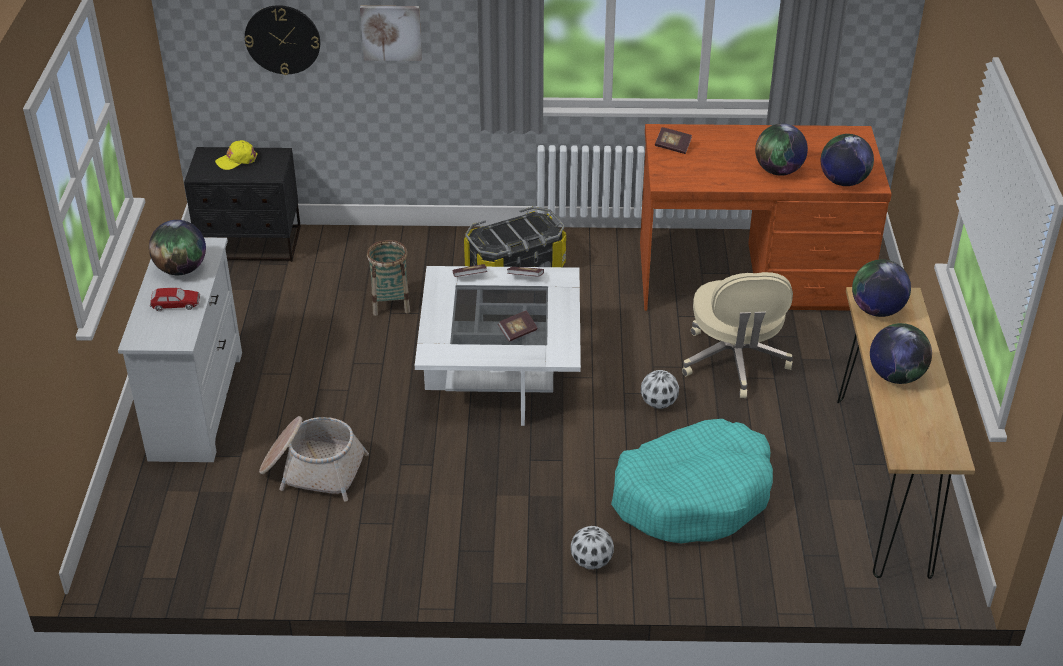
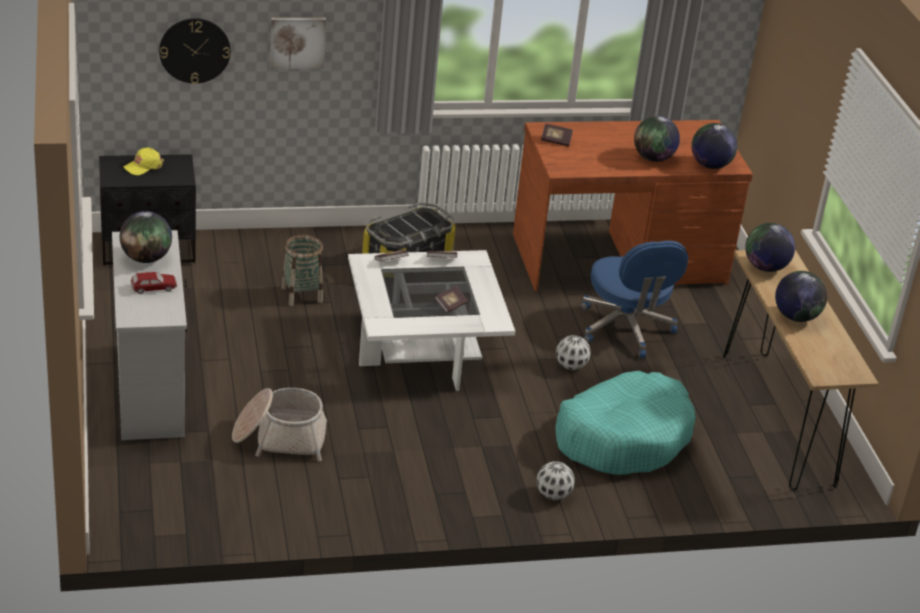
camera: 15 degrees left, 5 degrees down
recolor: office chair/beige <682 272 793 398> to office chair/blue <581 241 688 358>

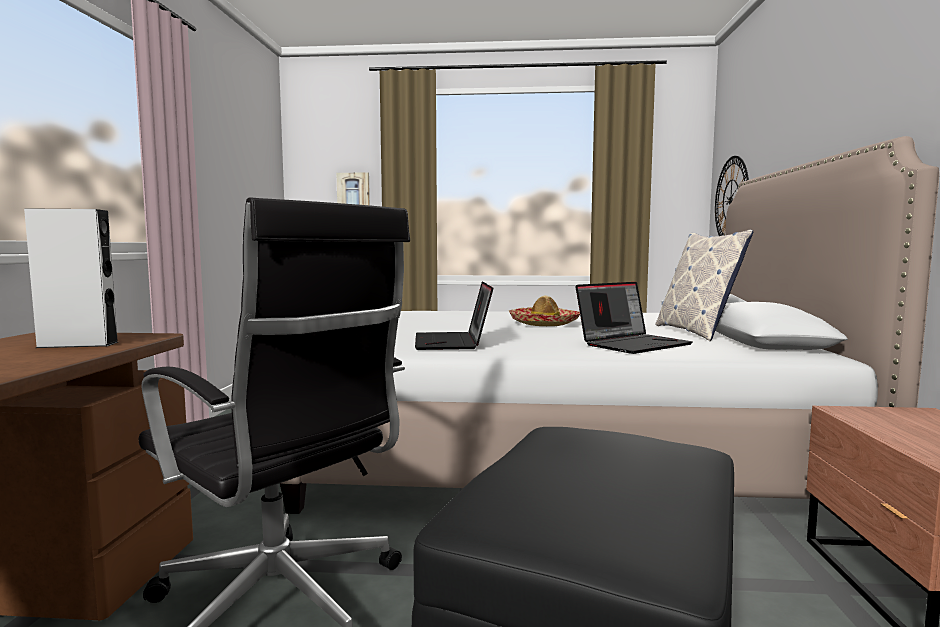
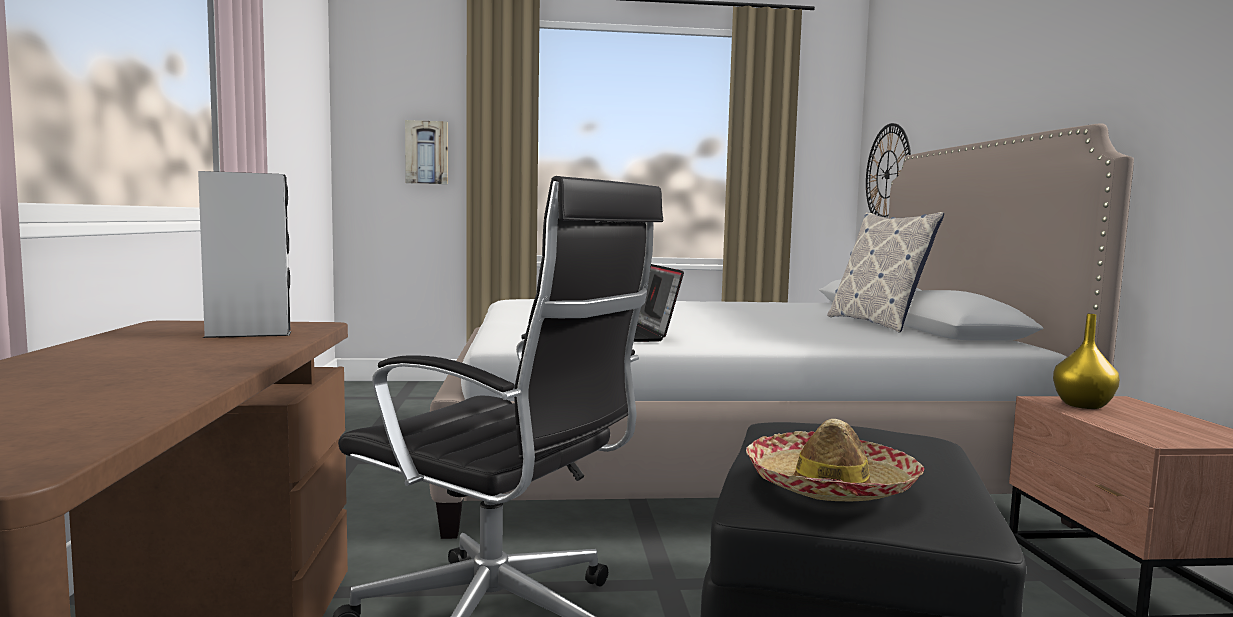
camera: 10 degrees left, 0 degrees up
delete: laptop <576 282 693 354>
insert: vase/yellow <1053 314 1120 409>
move: hat <509 295 580 326> to <746 419 924 501>

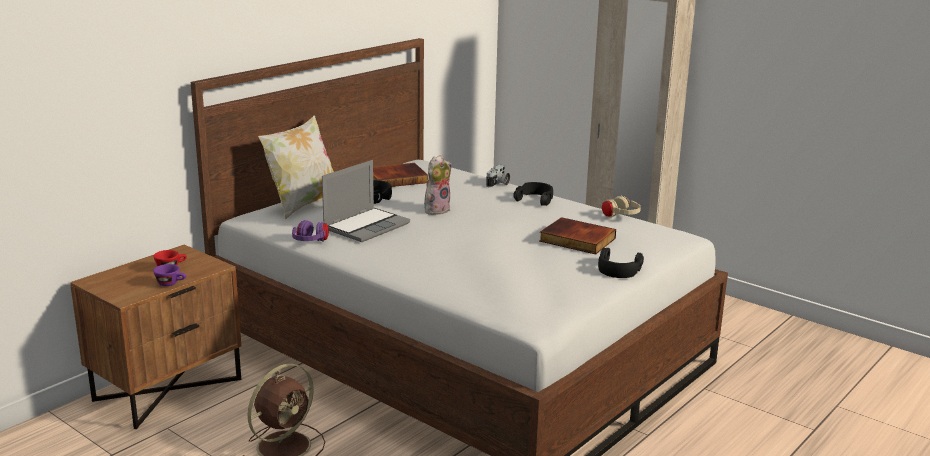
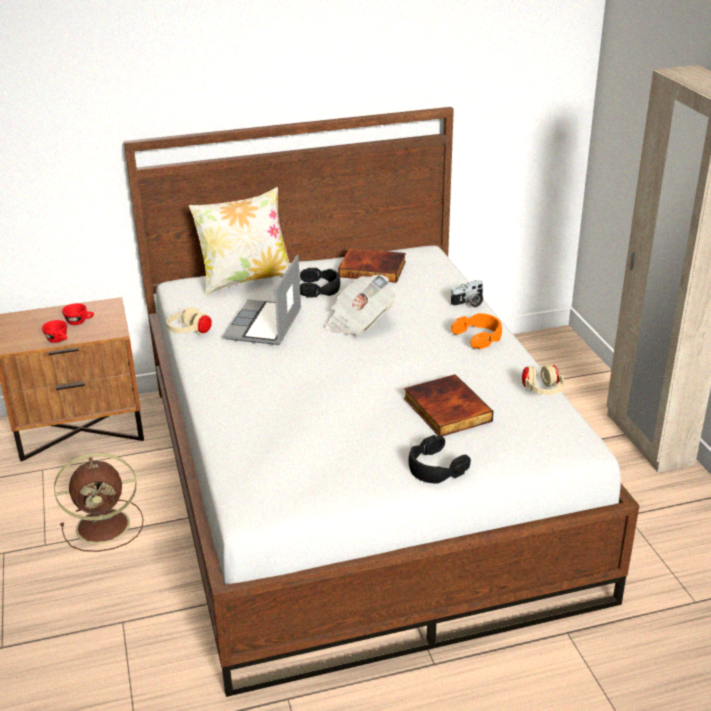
camera: 35 degrees right, 10 degrees up
replace: plush toy <424 155 451 215> to newspaper <325 275 395 336>
recolor: cup/purple <153 264 186 286> to cup/red <42 320 67 343>; headphones/purple <292 220 329 242> to headphones/beige <167 307 212 335>; headphones/black <513 182 553 206> to headphones/orange <451 313 502 349>
rotate: laptop <322 160 410 242> = <223 255 301 345> 120 degrees clockwise

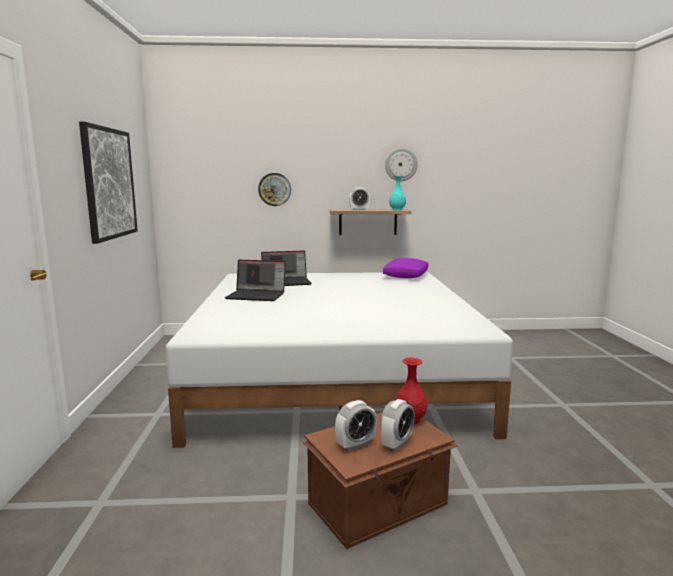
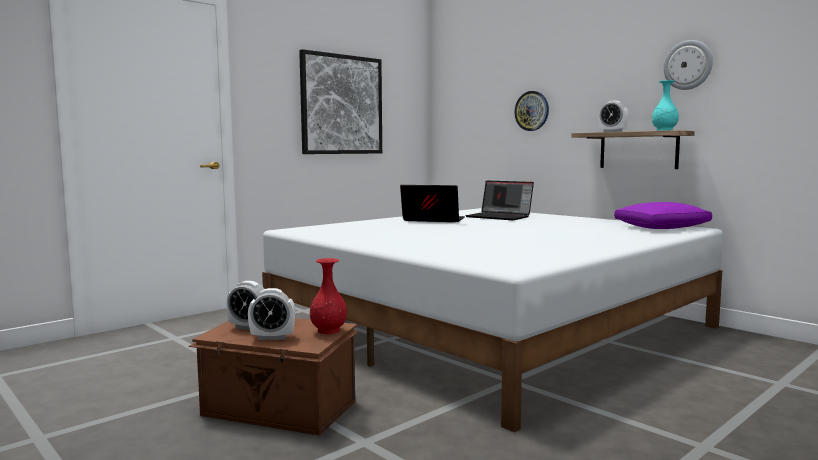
camera: 50 degrees right, 5 degrees down
rotate: laptop <225 260 286 301> = <400 185 465 222> 135 degrees clockwise

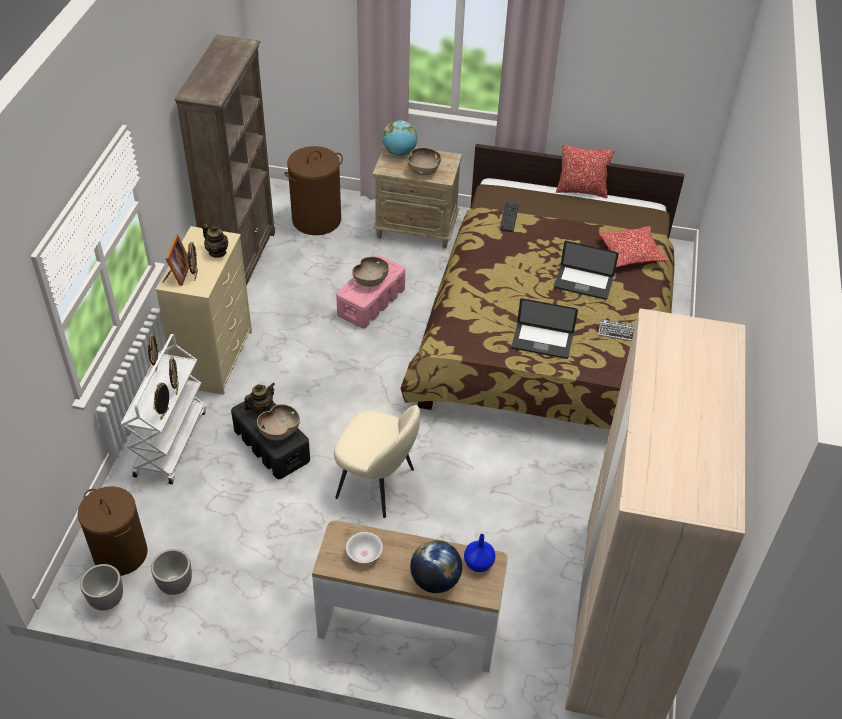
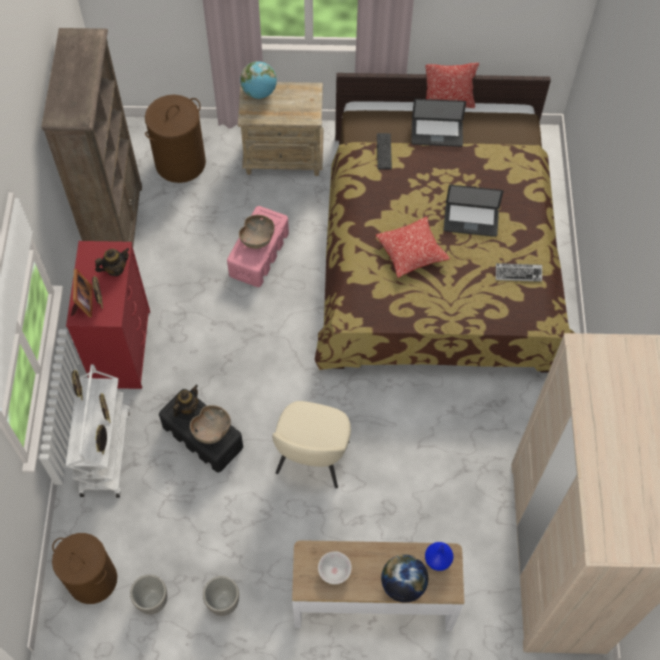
camera: 10 degrees left, 15 degrees up
delete: bowl/brown <407 147 442 175>
move: planter <80 564 123 611> to <203 576 239 616>; laptop <511 298 578 359> to <411 99 466 147>; pillow <599 226 668 267> to <376 216 450 278>
recolor: dresser/beige <155 226 252 395> to dresser/red <66 241 150 389>
rotate: teapot <202 224 228 258> = <95 248 130 276> 60 degrees counterclockwise; chair/beige <334 405 420 518> = <272 401 351 488> 90 degrees clockwise

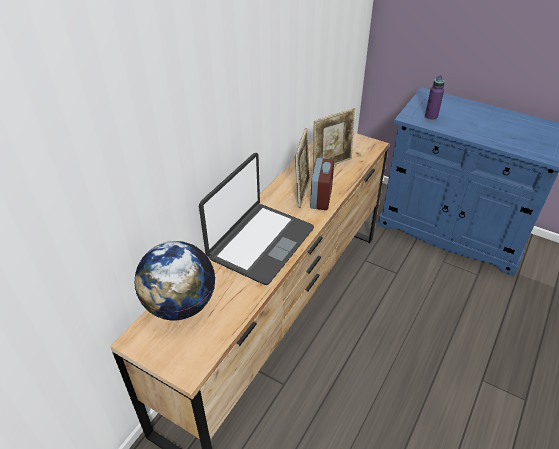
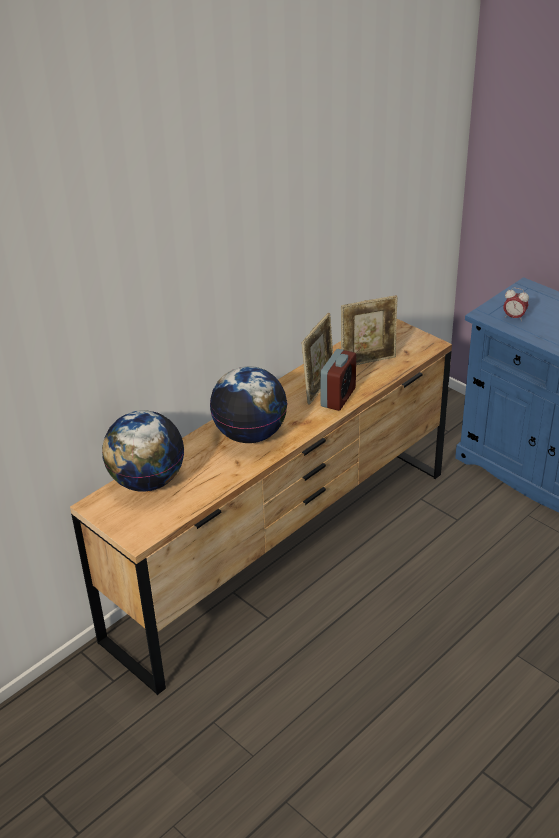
camera: 15 degrees right, 5 degrees down
replace: laptop <199 153 314 285> to globe <210 366 287 443>; bottle/purple <425 75 445 121> to alarm clock <503 288 529 321>

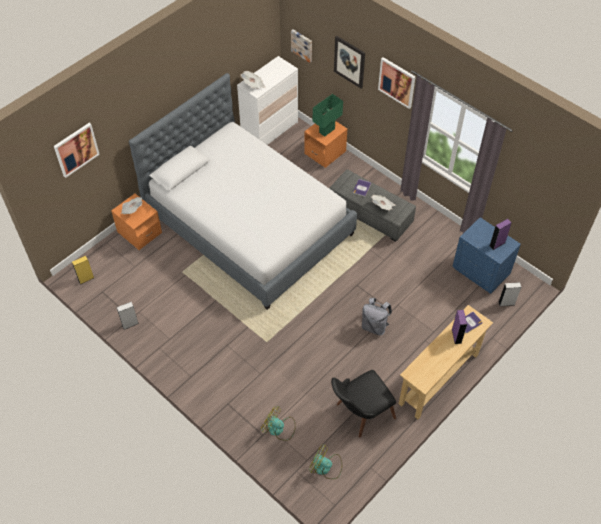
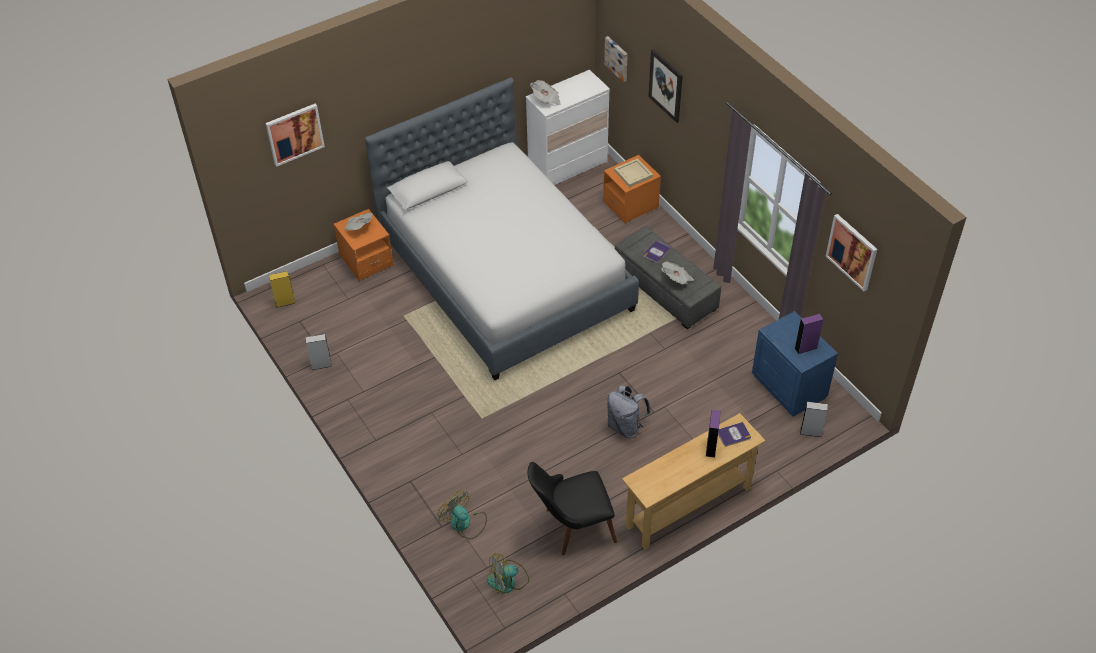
camera: 15 degrees right, 5 degrees down
move: picture <378 57 416 109> to <826 214 877 291>
replace: table lamp/green <313 94 343 137> to tray/beige <614 158 653 187>
rotate: fan <308 445 342 479> = <487 553 529 594> 60 degrees counterclockwise

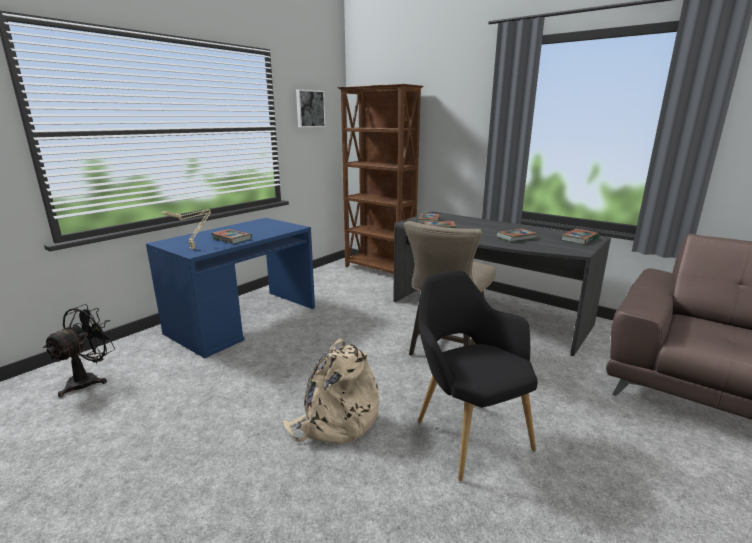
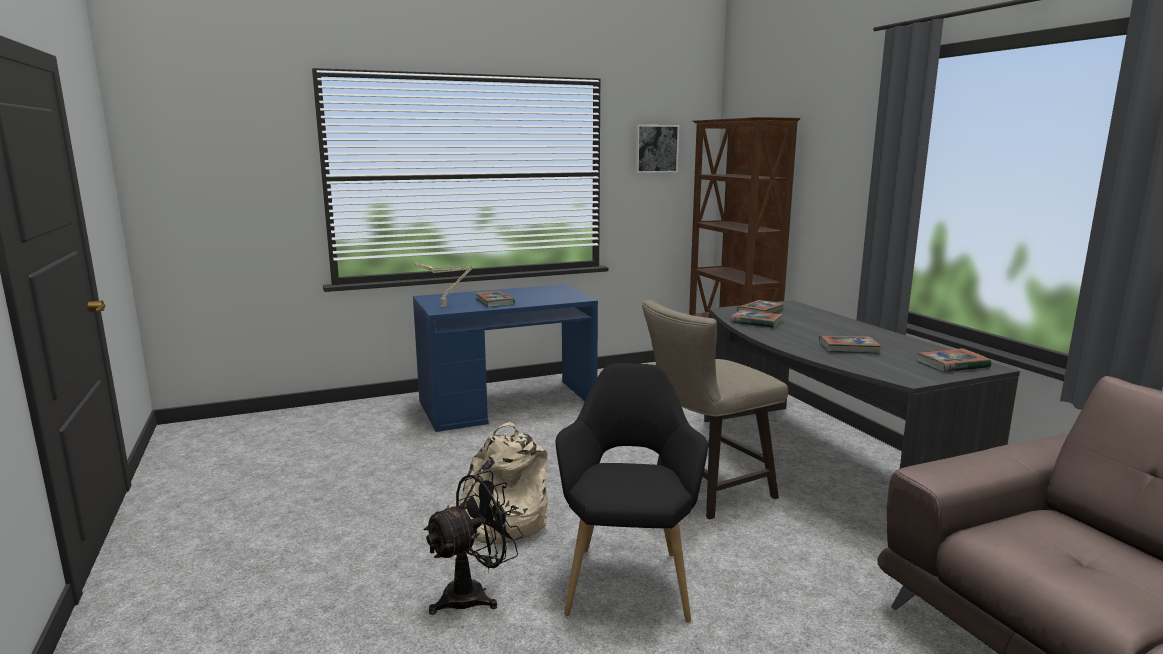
camera: 30 degrees right, 5 degrees down
move: fan/black <43 304 116 397> to <423 470 523 615>

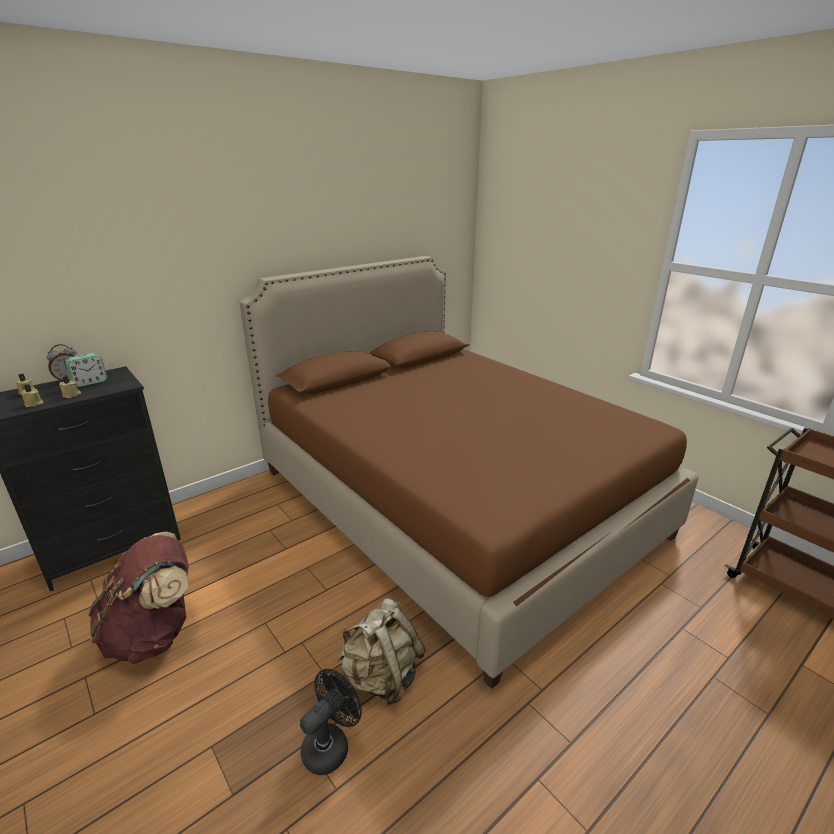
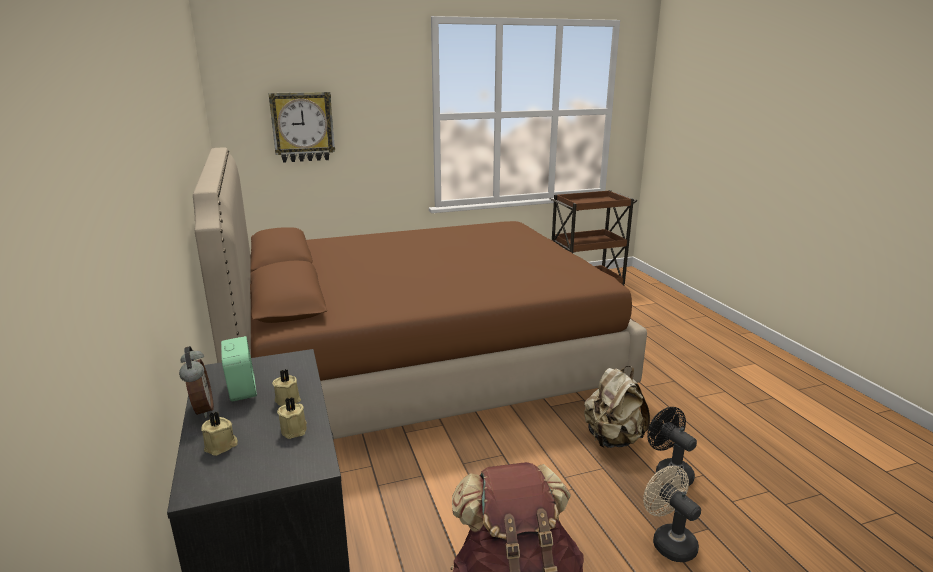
camera: 70 degrees left, 5 degrees down
insert: wall clock <268 92 335 163>; fan/beige <643 466 701 562>

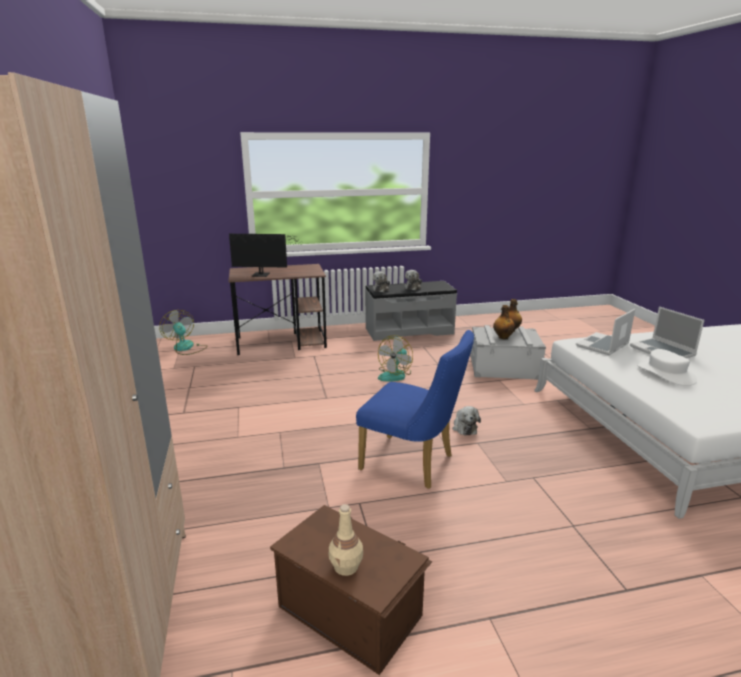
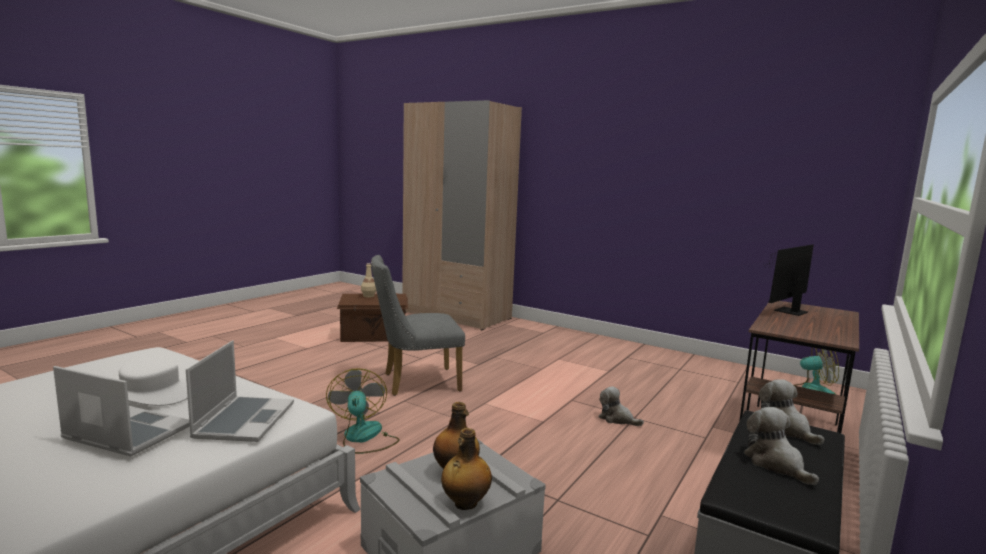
camera: 135 degrees right, 10 degrees down
move: fan <378 335 413 381> to <326 368 399 454>; plush toy <453 406 481 436> to <599 386 644 426>
recolor: chair/blue <356 330 474 489> to chair/grey <371 255 465 396>

